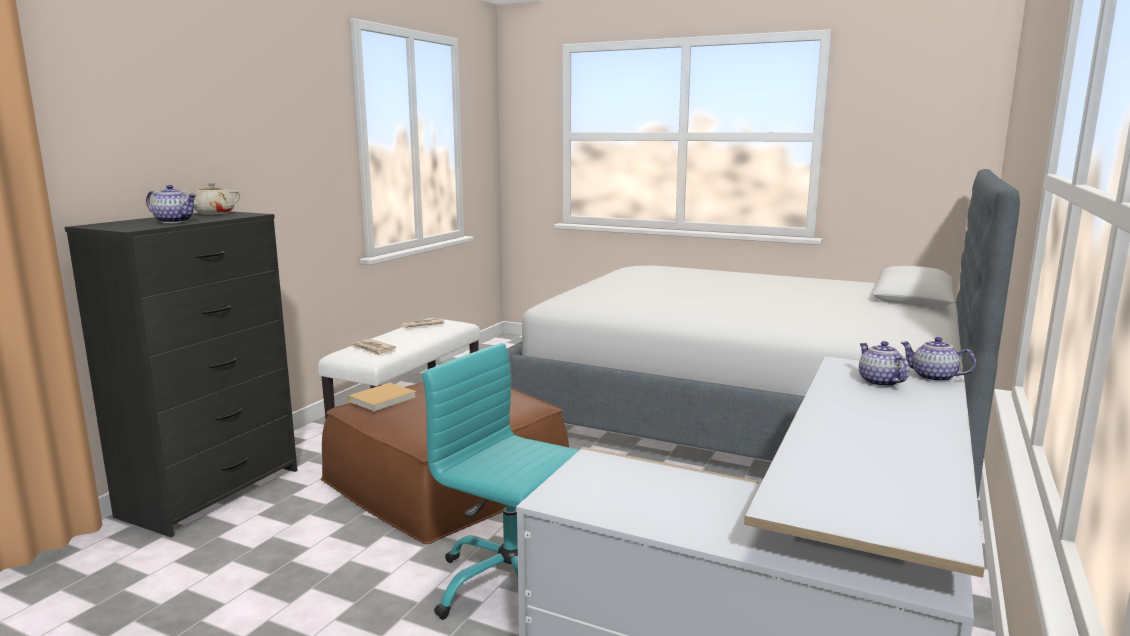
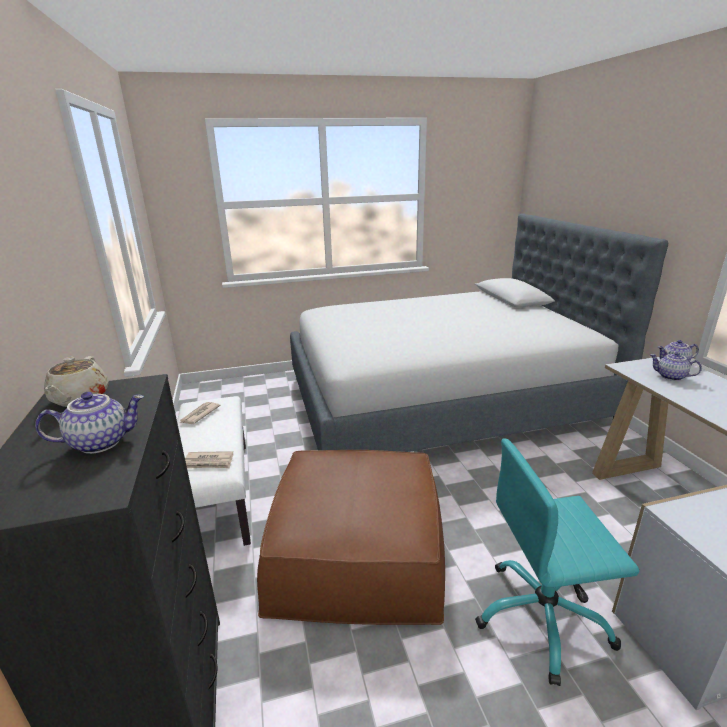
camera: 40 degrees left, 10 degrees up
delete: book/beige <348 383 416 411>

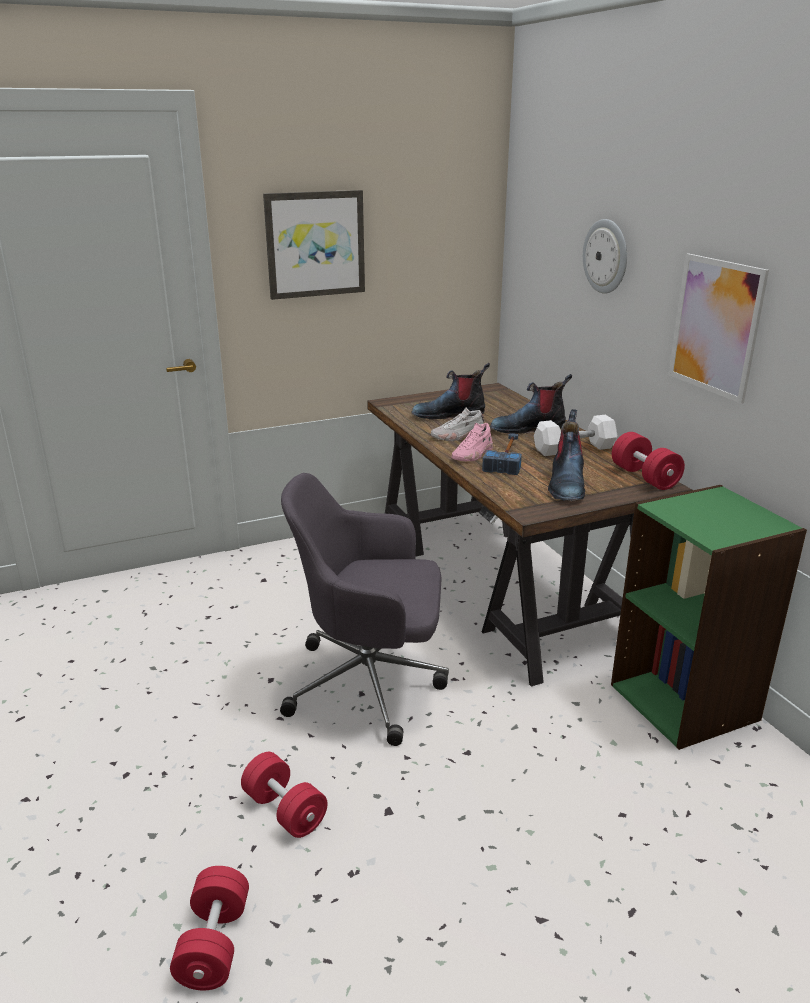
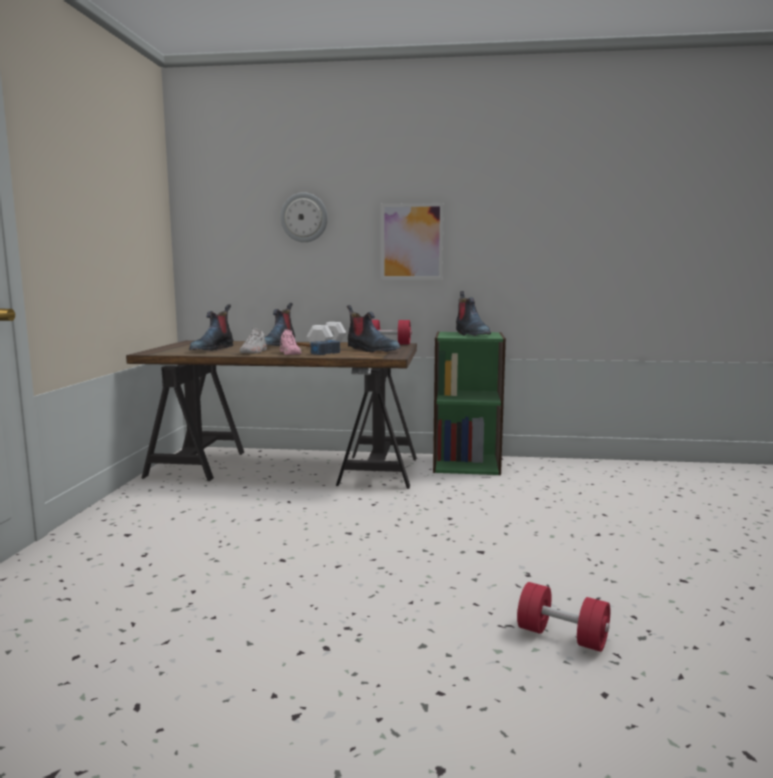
camera: 60 degrees left, 15 degrees down
delete: dumbbell/red <241 752 327 838>; picture <263 190 365 300>; office chair/grey <280 473 449 746>
insert: boot <456 291 491 336>

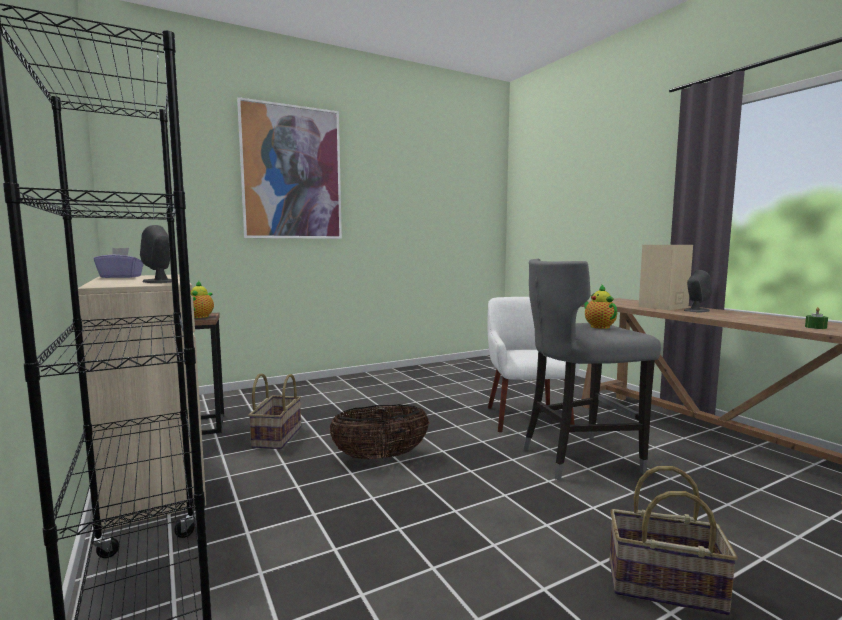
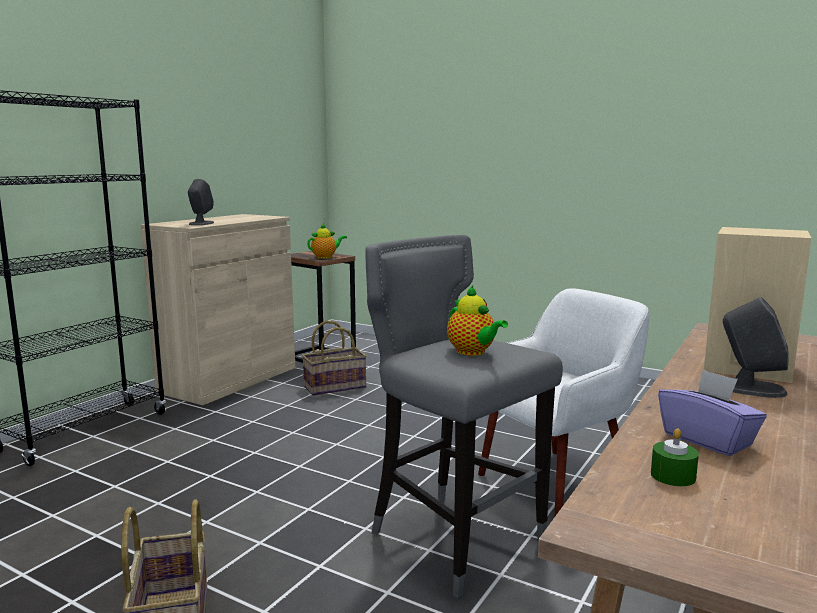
camera: 60 degrees right, 5 degrees up
delete: picture <237 97 342 239>; basket <329 404 429 459>
move: tissue box/purple <94 248 144 278> to <658 369 766 456>
rotate: teapot <584 285 617 329> = <447 286 508 356> 105 degrees clockwise

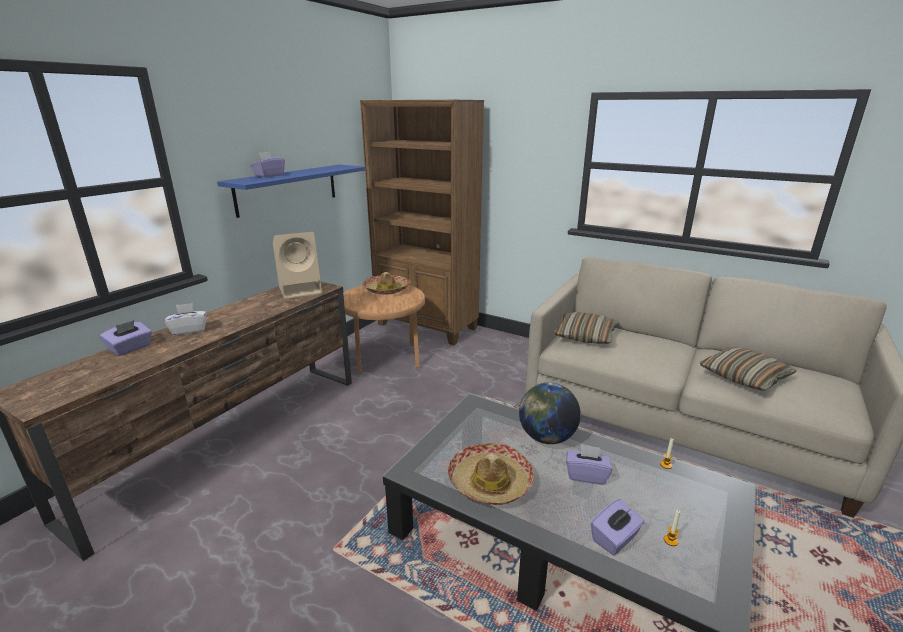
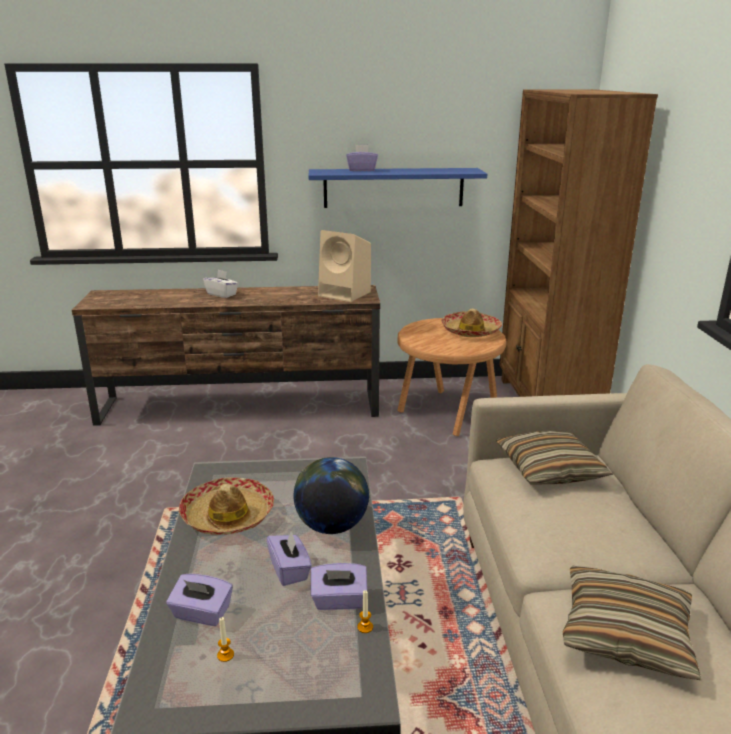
camera: 55 degrees right, 0 degrees up
move: tissue box/purple <100 320 152 356> to <311 563 367 610>

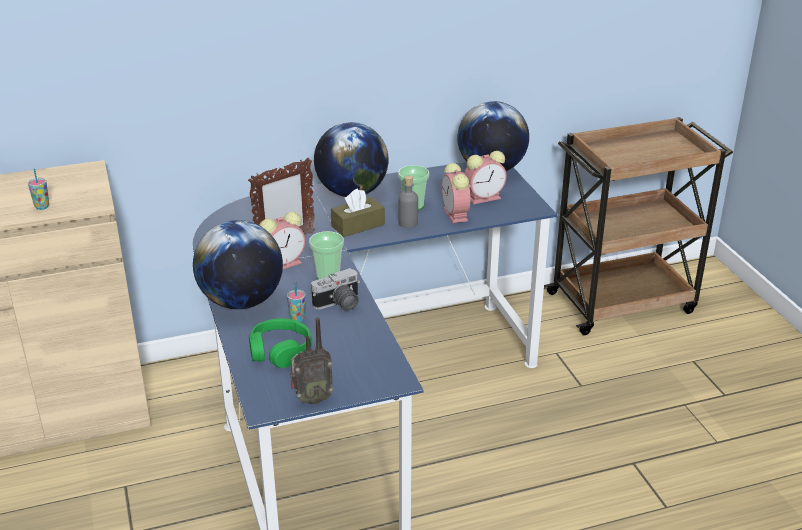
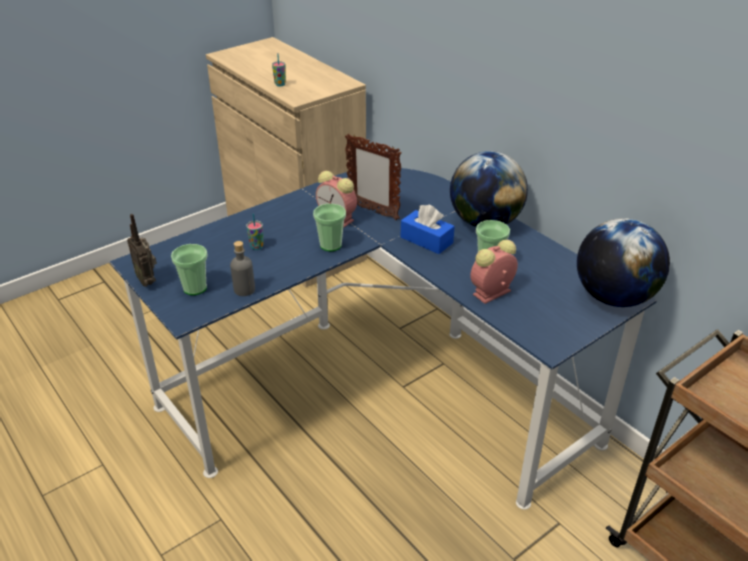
camera: 70 degrees right, 5 degrees up
delete: globe <193 220 283 309>; headphones/green <249 318 312 368>; photo camera <311 268 360 311>; alarm clock <464 151 507 204>
insert: cup <171 244 208 295>
move: bottle/grey <398 176 418 228> to <230 241 255 296>
recolor: tissue box/brown <331 188 385 237> to tissue box/blue <401 204 455 254>

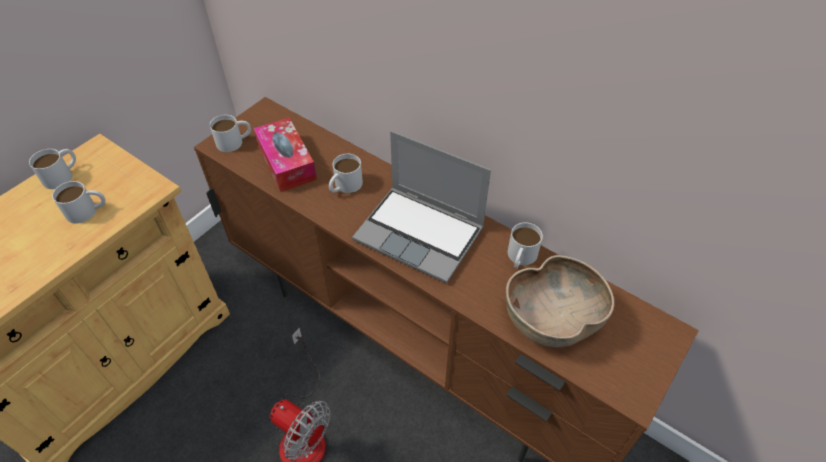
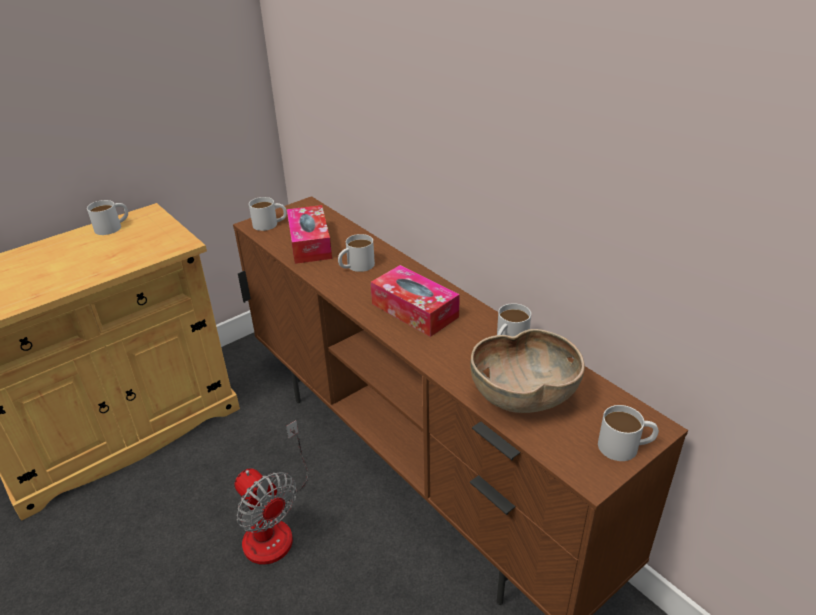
camera: 15 degrees right, 15 degrees down
move: mug/white <52 181 106 224> to <598 405 659 461>
replace: laptop <352 131 491 284> to tissue box <371 265 460 337>

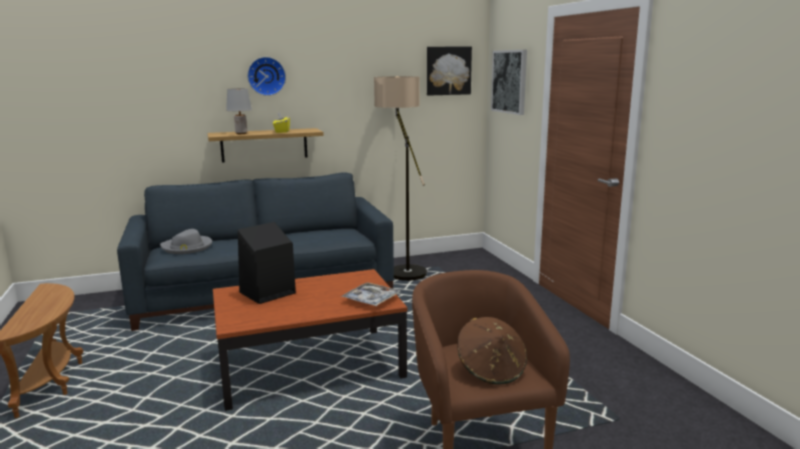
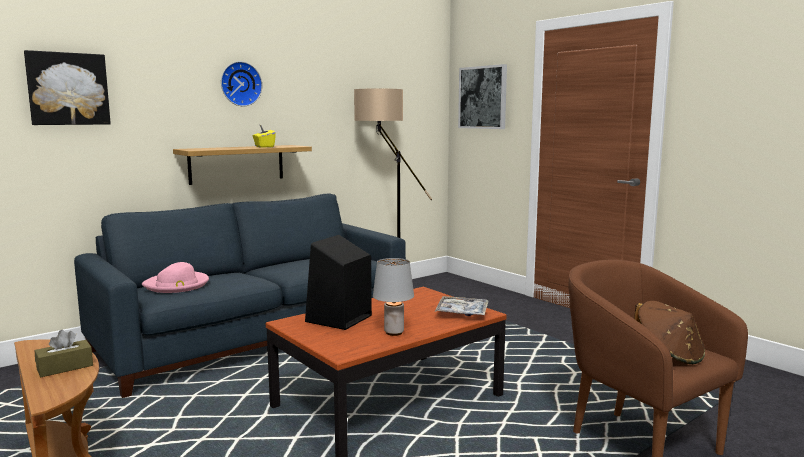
camera: 20 degrees left, 5 degrees down
insert: tissue box/brown <35 330 93 377>
move: table lamp/grey <226 88 252 134> to <373 258 414 336>; picture <427 47 472 96> to <24 50 111 125>
recolor: hat/grey <160 229 212 254> to hat/pink <142 262 209 293>

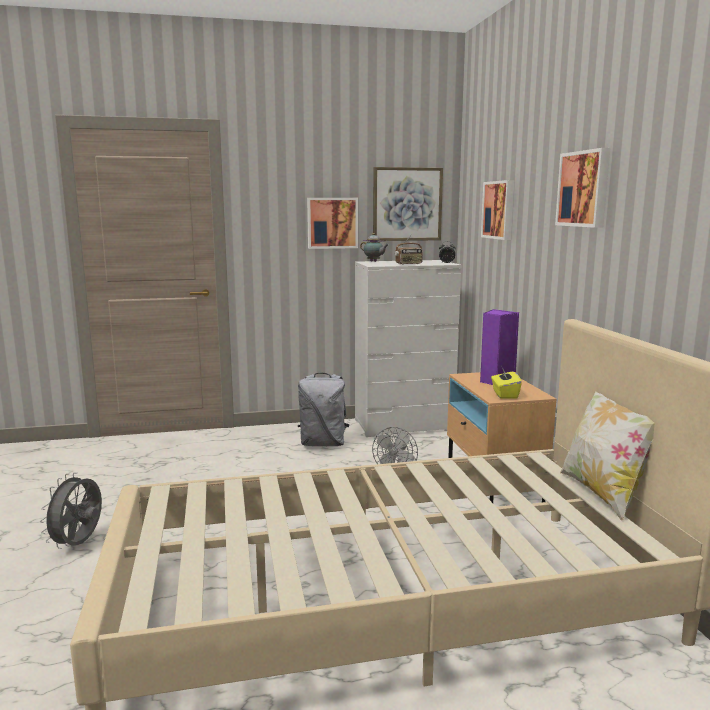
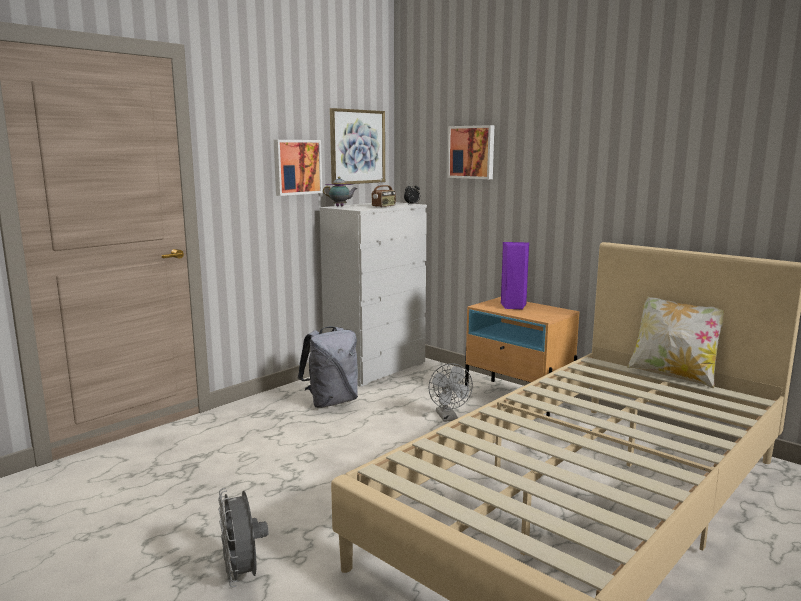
camera: 35 degrees left, 0 degrees up
delete: tissue box/yellow <491 367 522 399>; picture <555 148 610 228>

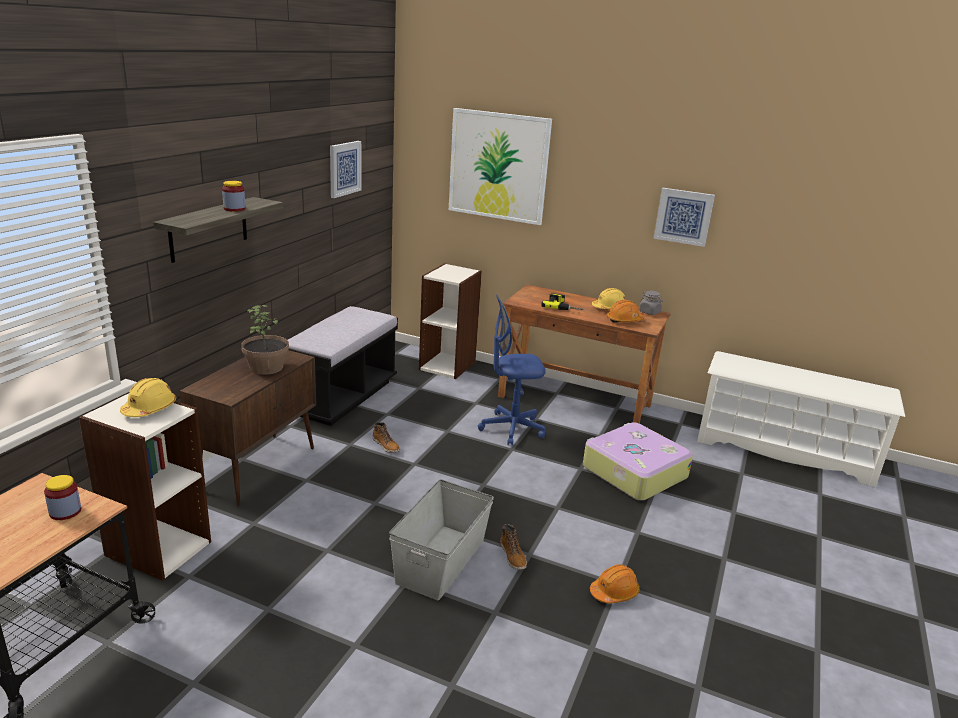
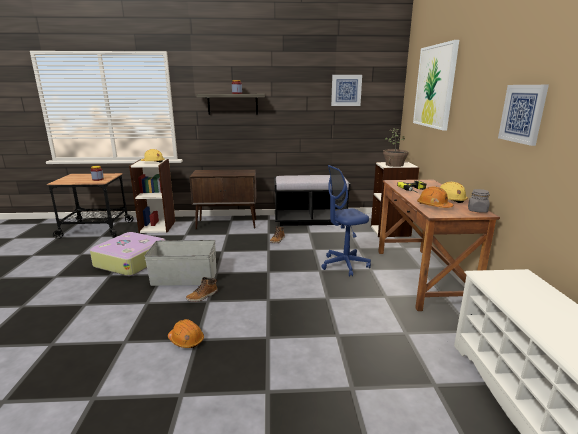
camera: 65 degrees right, 5 degrees down
move: potted plant <241 304 289 375> to <383 129 408 167>; suitcase <583 422 693 501> to <90 232 166 276>
rotate: office chair/blue <478 295 546 446> = <321 165 371 277> 75 degrees counterclockwise

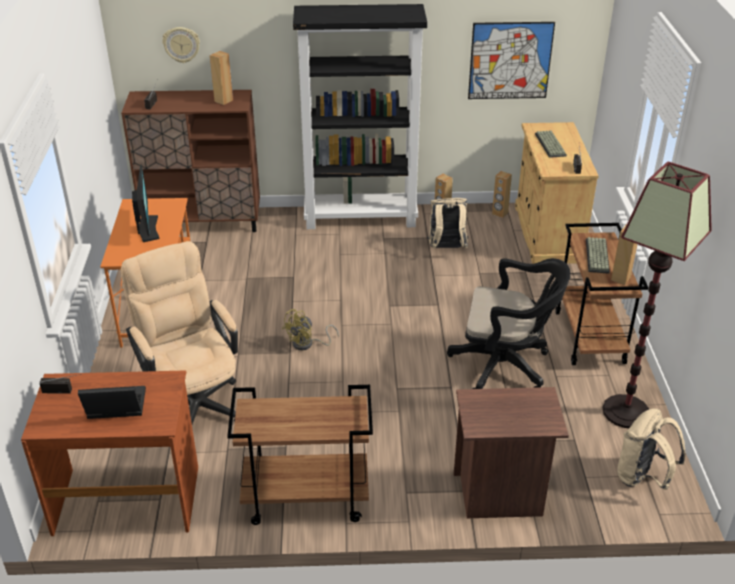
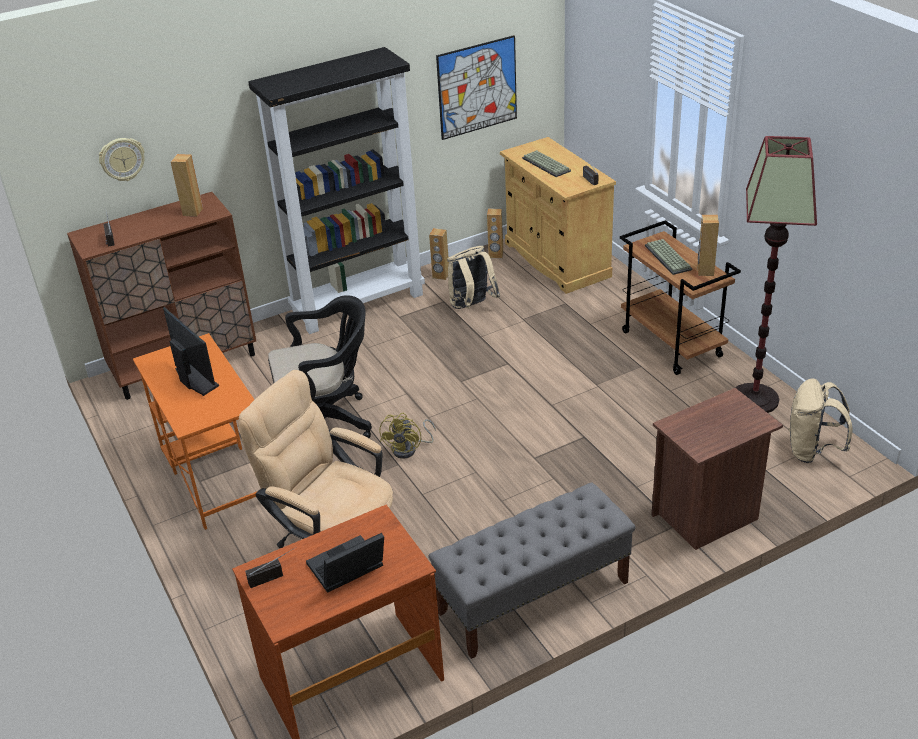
camera: 25 degrees left, 0 degrees up
move: office chair/black <447 258 571 389> to <268 295 372 438>
replace: cart/brown <227 385 373 525> to bench/grey <428 482 635 659>

